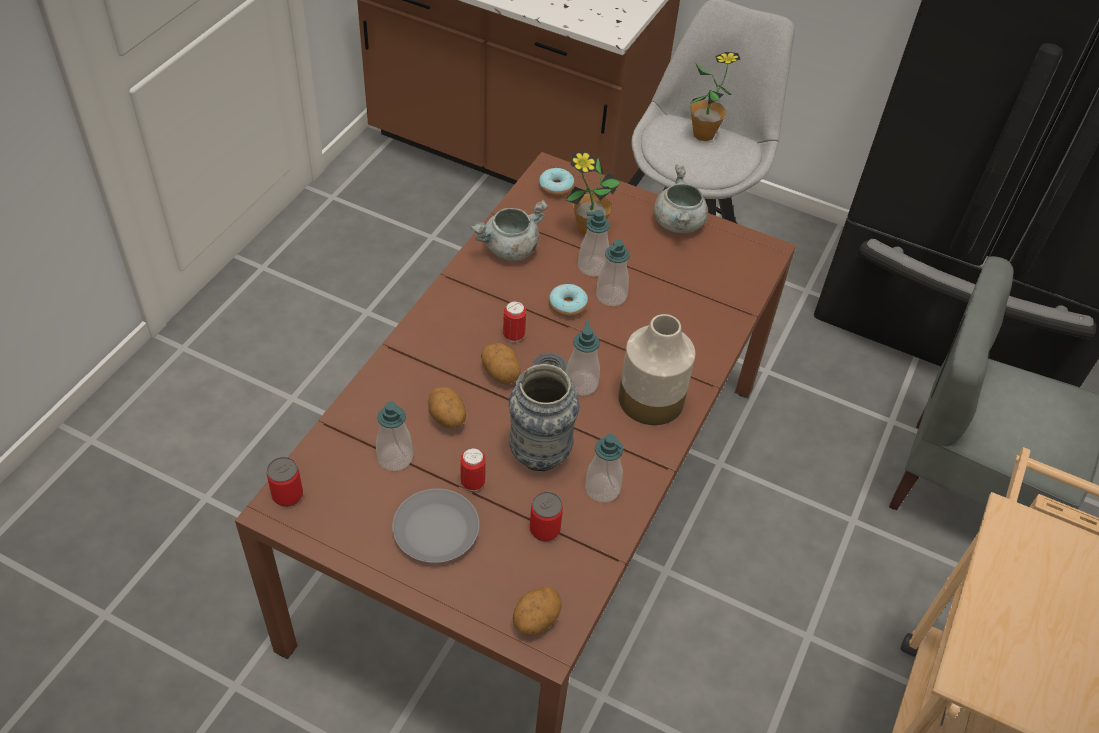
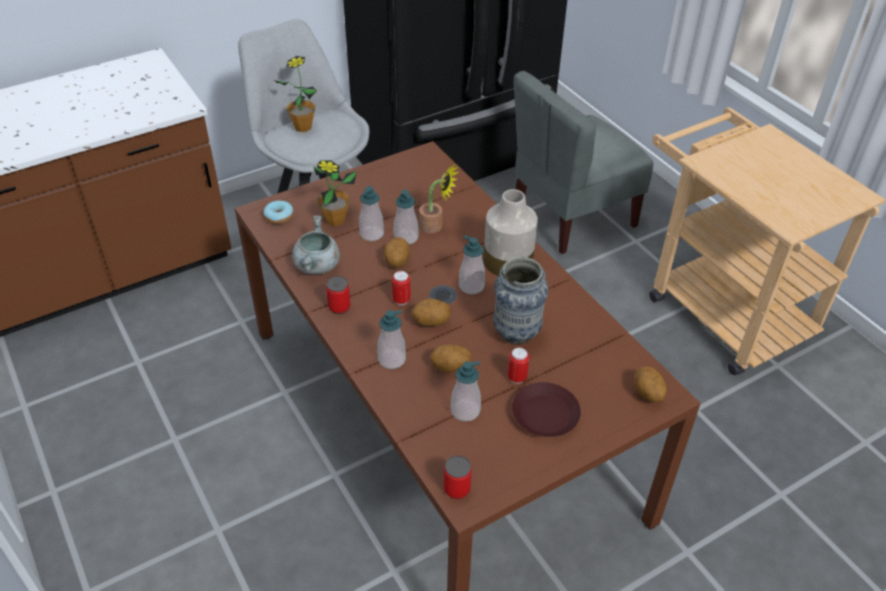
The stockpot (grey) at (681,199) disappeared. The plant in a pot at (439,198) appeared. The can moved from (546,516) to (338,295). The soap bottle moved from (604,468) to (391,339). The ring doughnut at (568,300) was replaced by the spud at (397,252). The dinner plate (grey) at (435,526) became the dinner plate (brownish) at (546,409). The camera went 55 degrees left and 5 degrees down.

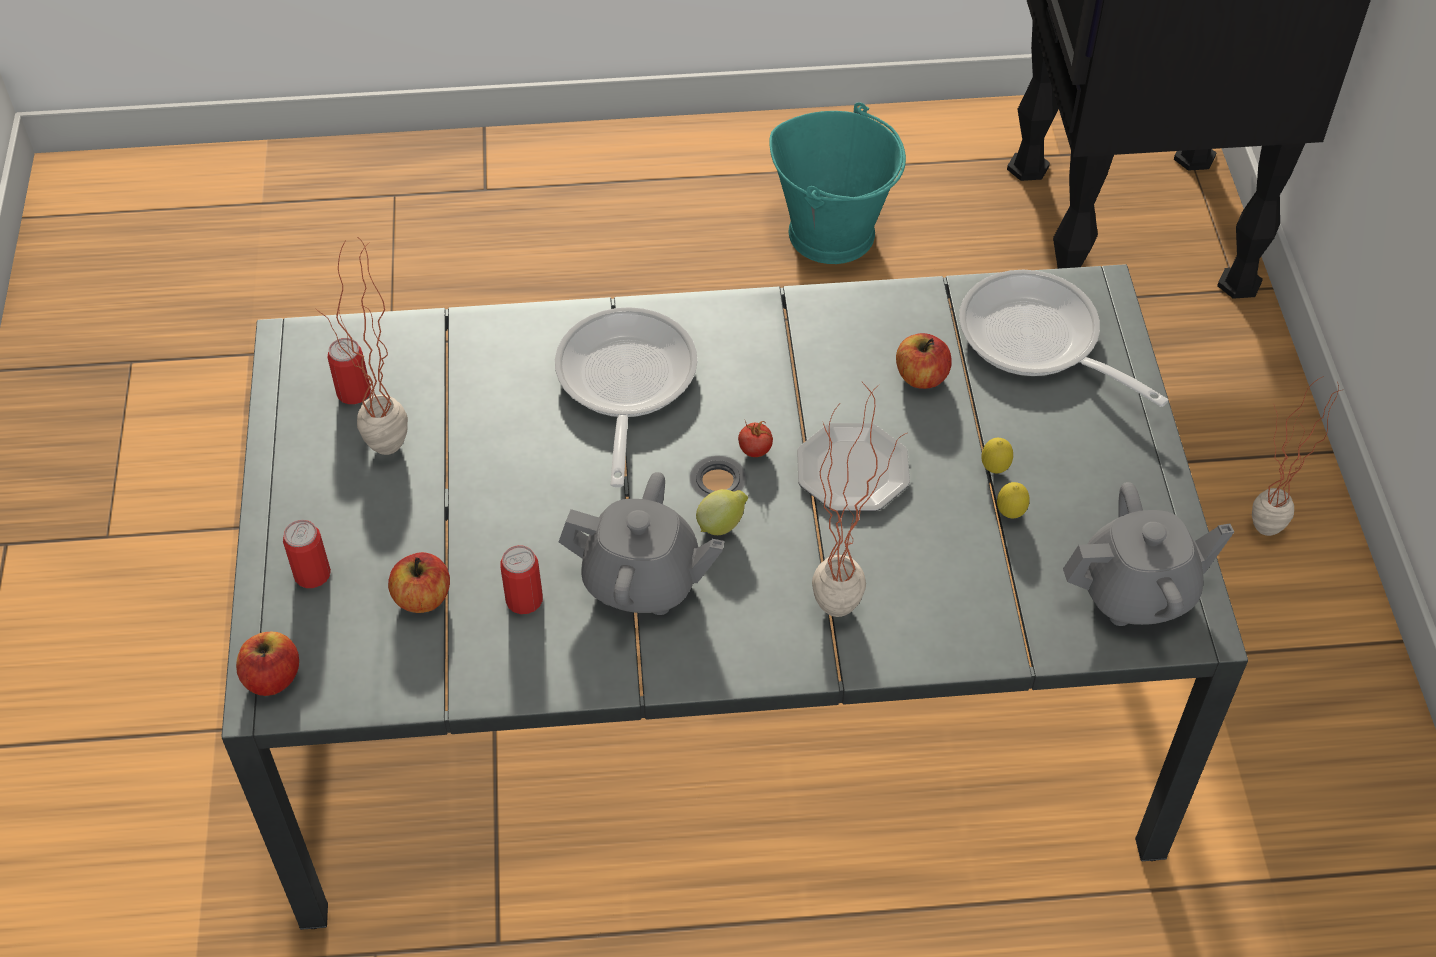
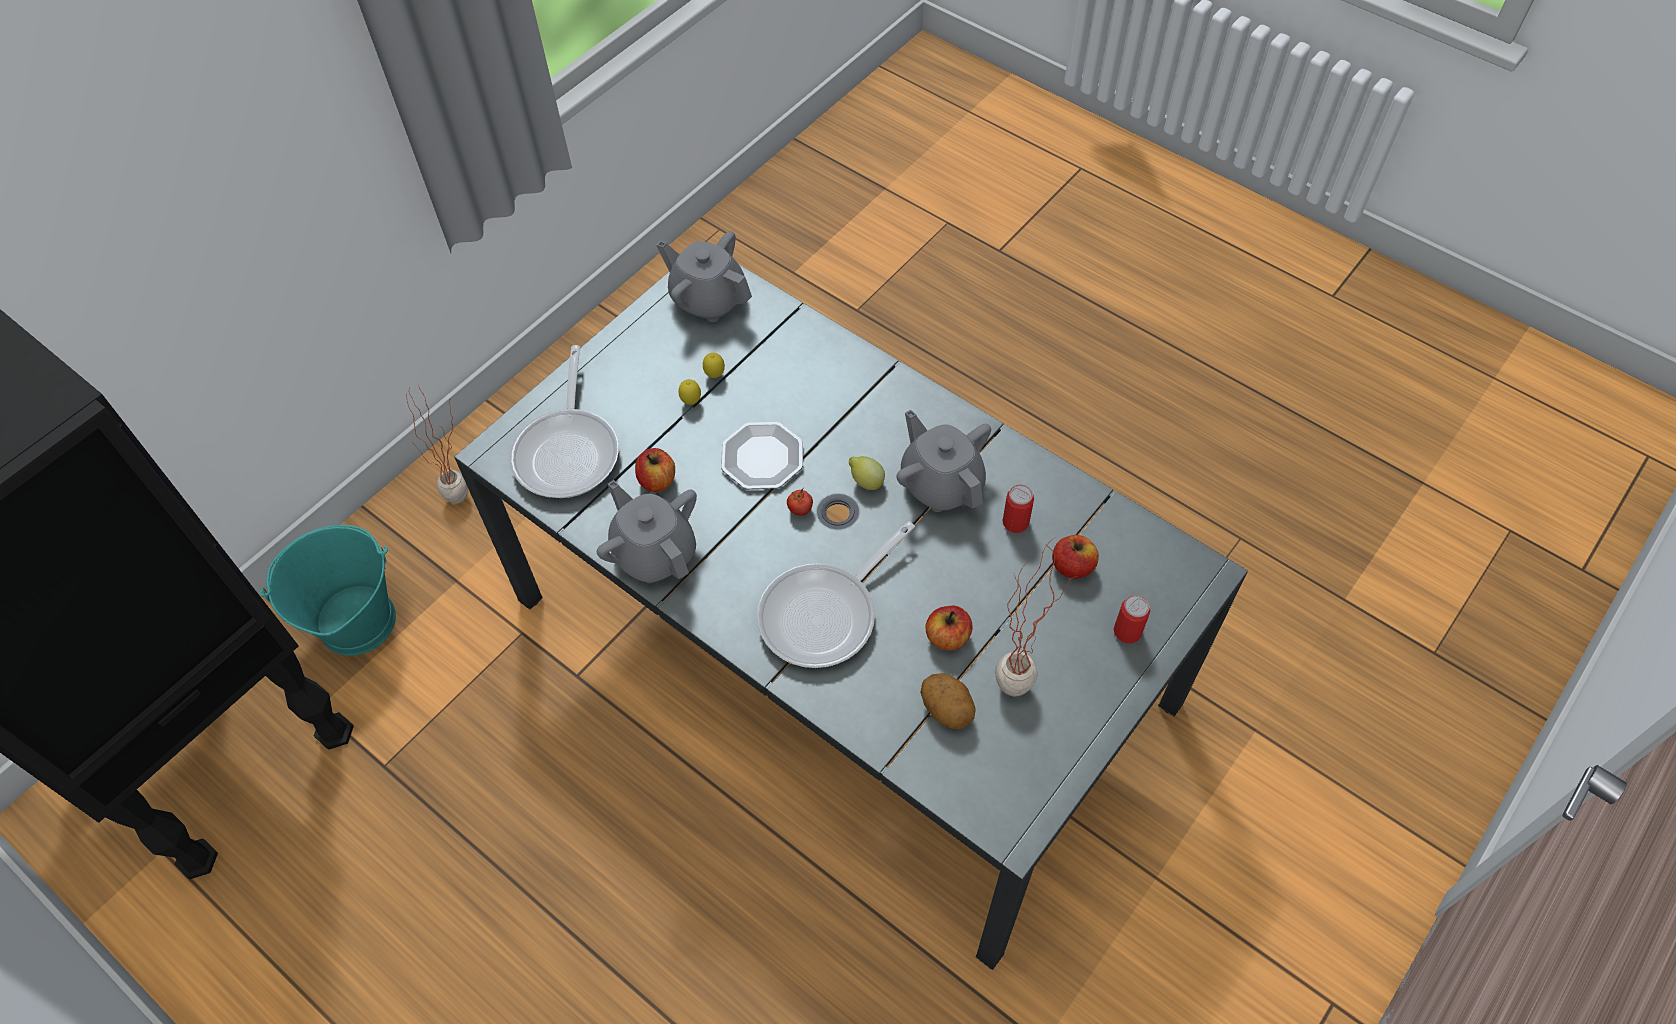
The can at (349,371) disappeared. The plant in a pot at (859,499) disappeared. The pot for tea (grey) at (647,531) appeared. The spud at (948,701) appeared. The whole apple moved from (267,664) to (948,628). The bucket (turquoise) moved from (837,183) to (328,590). The camera went 135 degrees left and 5 degrees up.

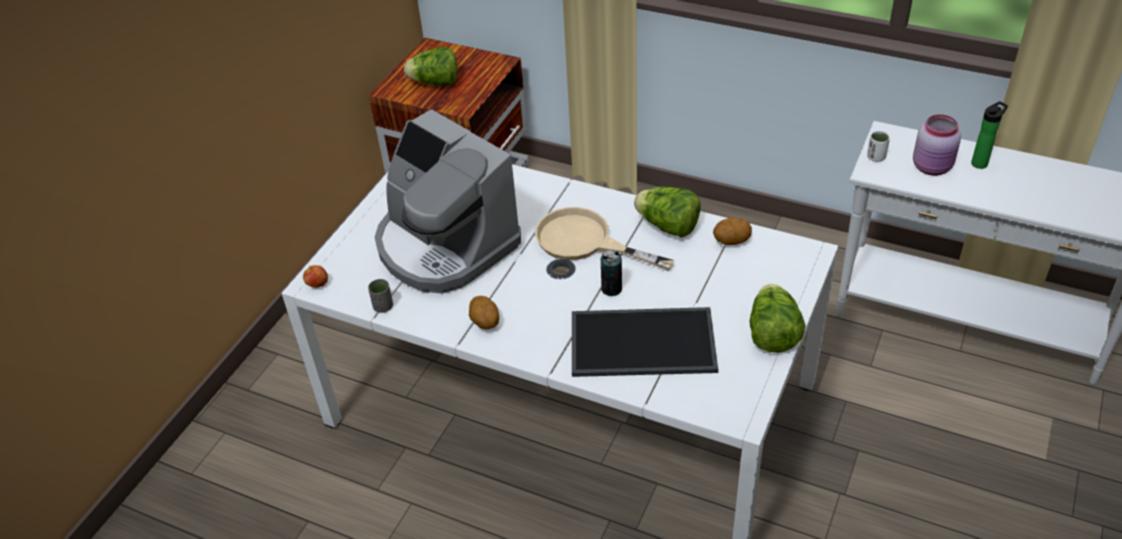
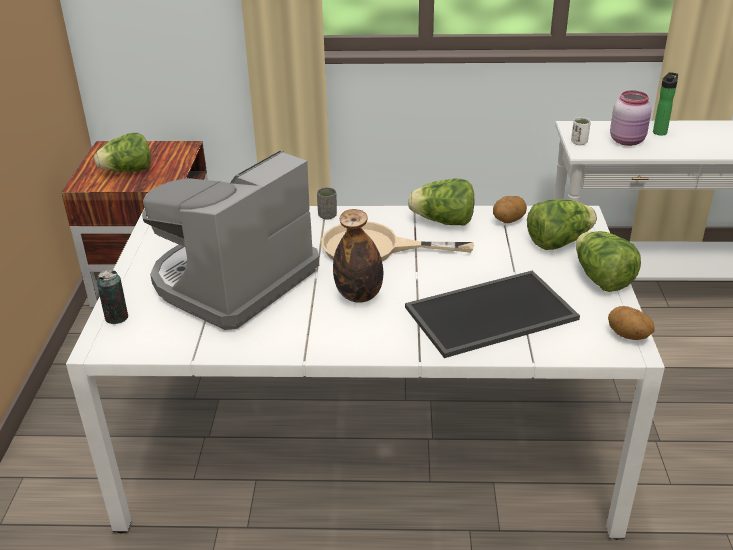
The whole apple at (315,276) disappeared. The bottle at (358,256) appeared. The lettuce at (562,224) appeared. The small cup (grey) moved from (380,296) to (327,203). The spud moved from (484,312) to (631,323). The can moved from (611,272) to (112,297). The coffee machine at (448,201) turned 105 degrees clockwise. The camera went 25 degrees left and 10 degrees down.

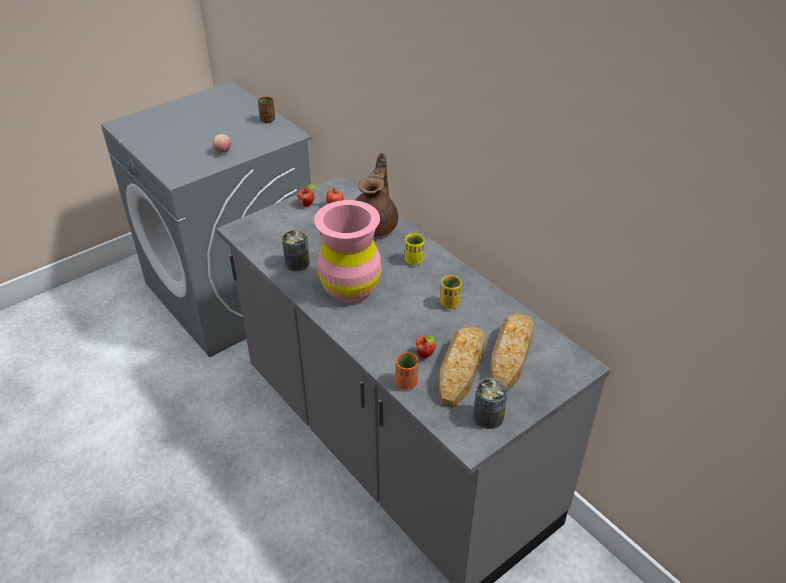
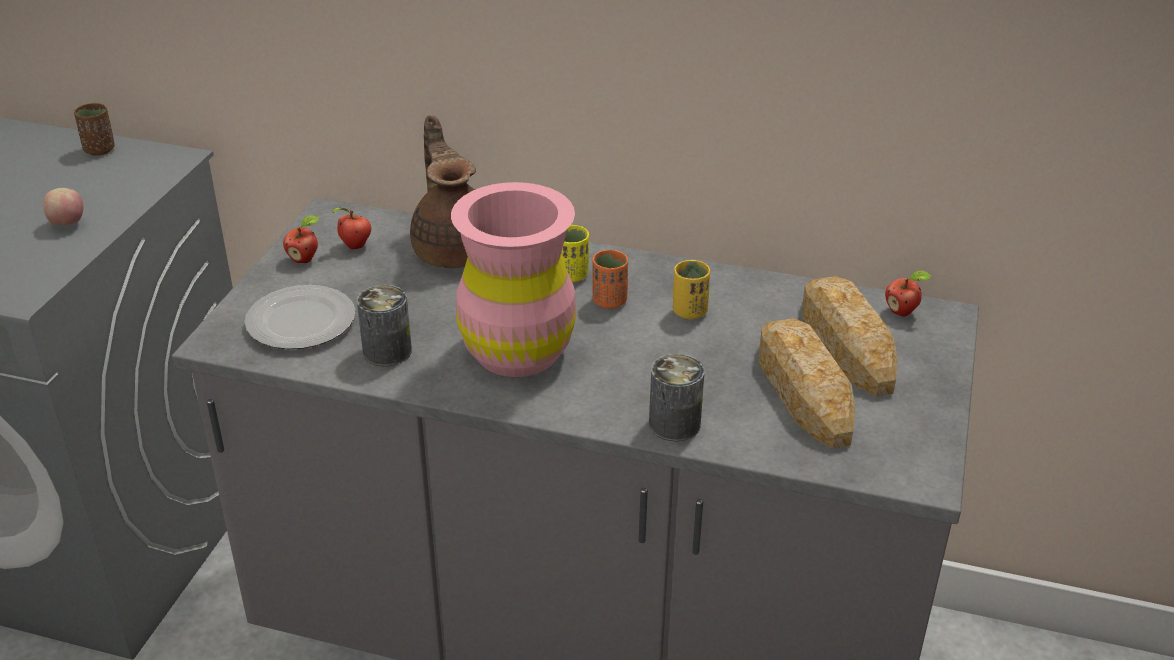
The dinner plate at (299,317) appeared. The small cup (orangey) moved from (407,371) to (610,279). The whole apple moved from (425,346) to (908,293). The can moved from (490,403) to (677,397). The camera went 35 degrees left and 5 degrees down.

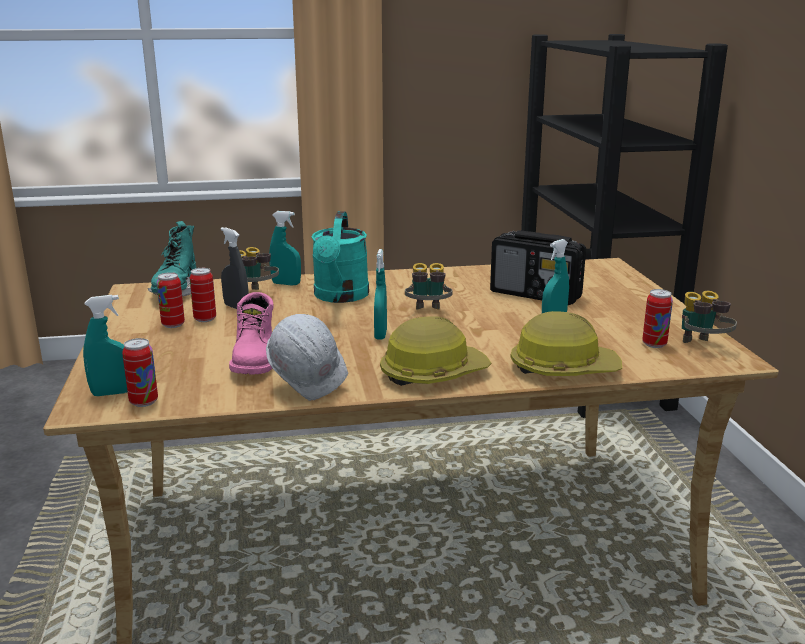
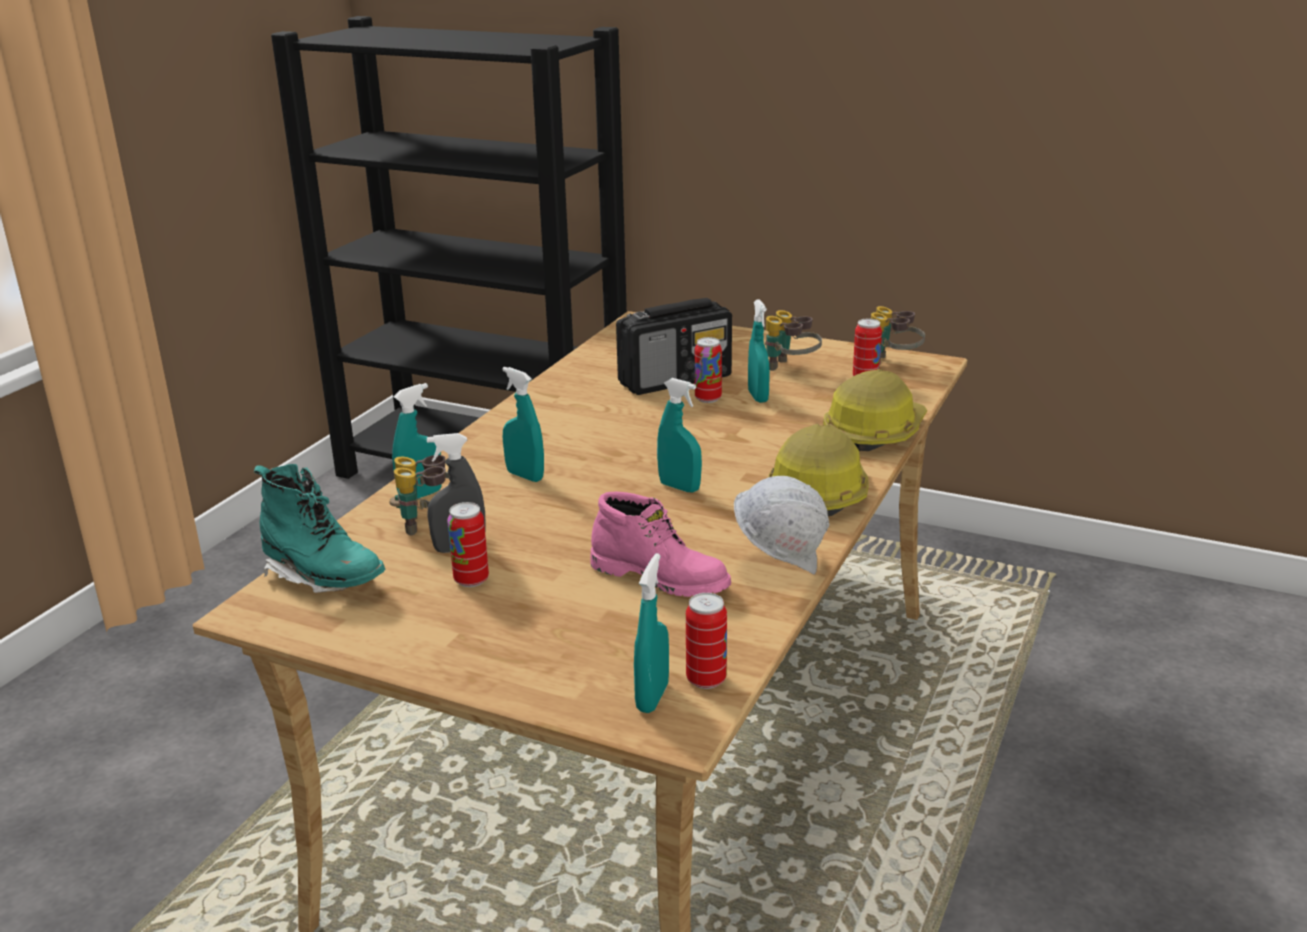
The can moved from (171,300) to (708,370). The binoculars moved from (429,286) to (793,340). The watering can (turquoise) at (340,257) was replaced by the sprayer (turquoise) at (523,424). The camera went 55 degrees left and 5 degrees up.

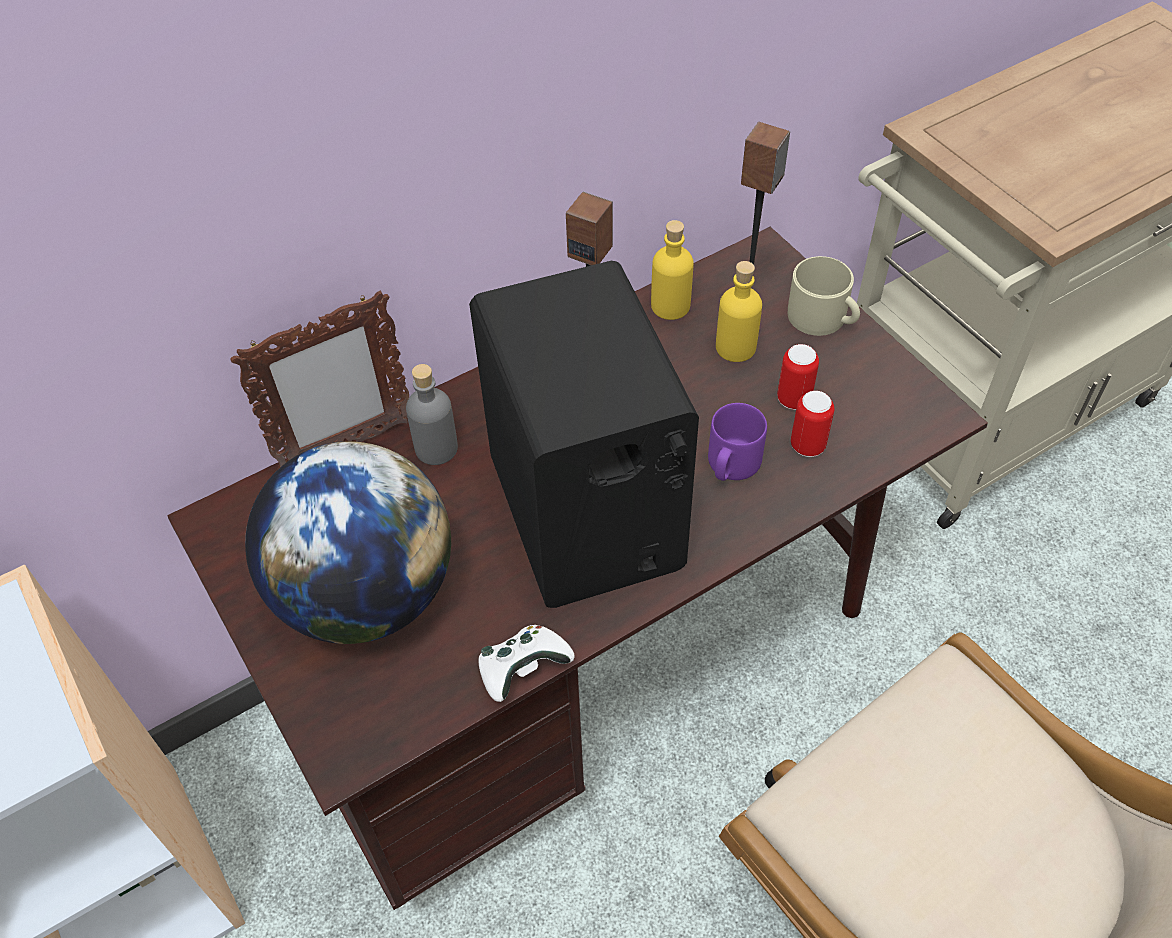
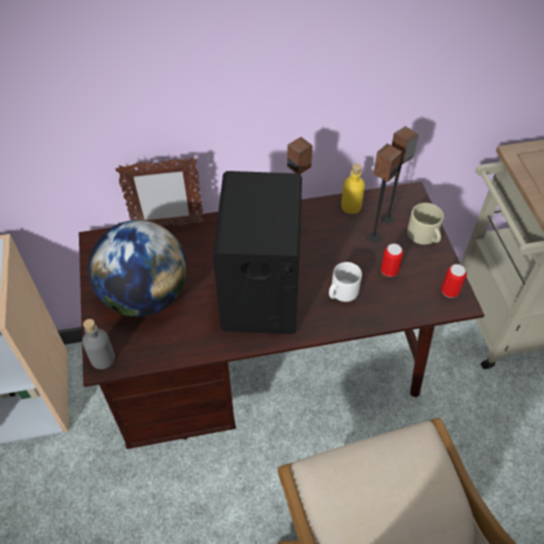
The gamepad (white-coloured) at (526,663) disappeared. The bottle (grey) moved from (432,414) to (98,344). The can moved from (812,424) to (454,281). The bottle (yellow-coloured) at (739,311) was replaced by the audio speaker at (384,193). The tea mug (purplish) at (737,442) became the tea mug (white-coloured) at (345,282). The camera went 20 degrees right and 0 degrees up.

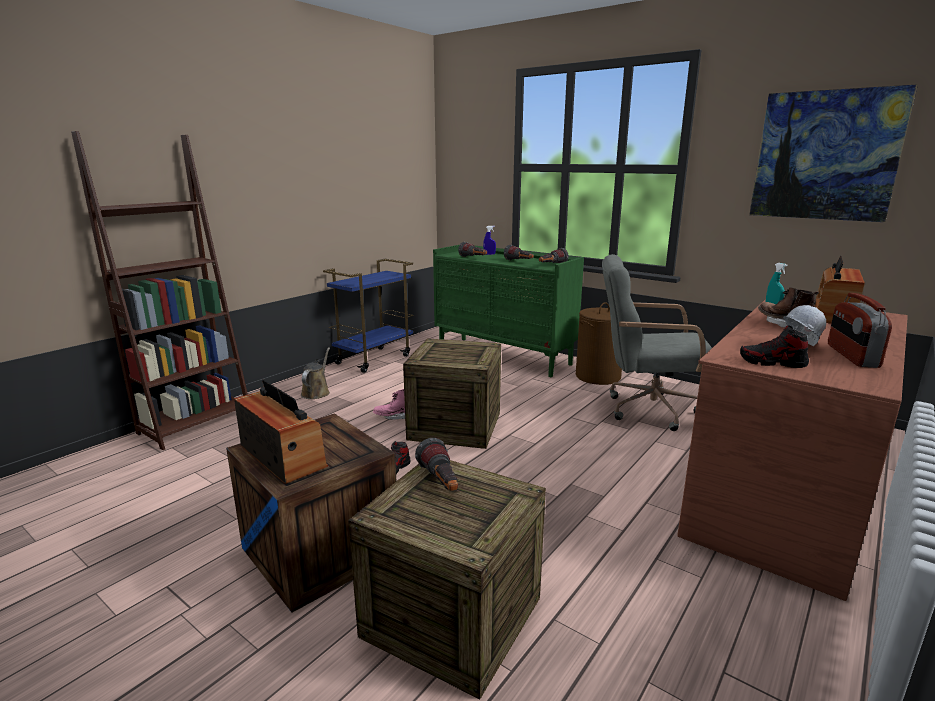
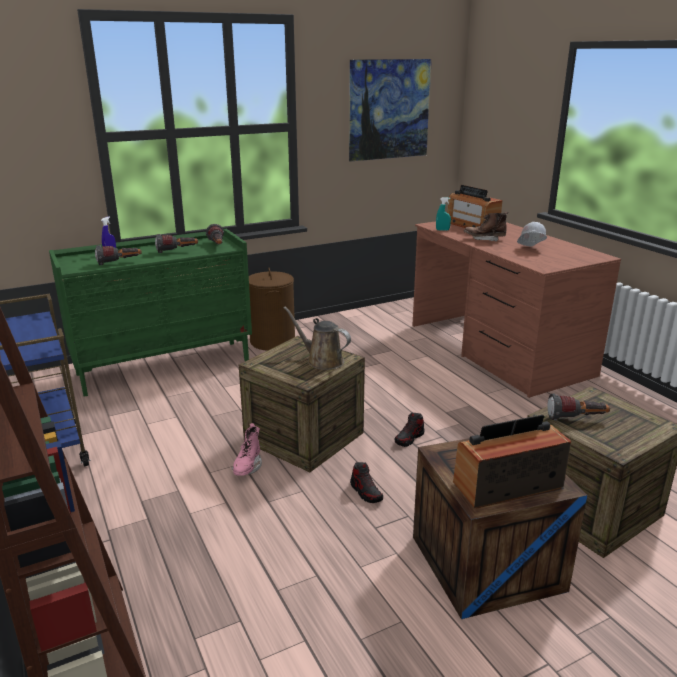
The computer chair (grey) at (657,342) disappeared. The radio receiver at (860,330) disappeared. The watering can (brownish) moved from (315,373) to (317,338). The shoe moved from (774,346) to (409,429). The camera went 65 degrees left and 5 degrees up.

